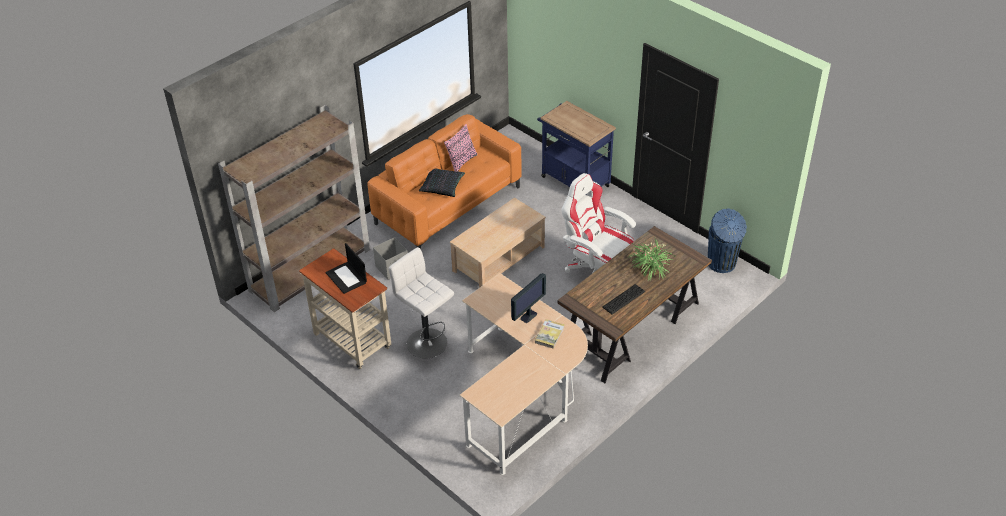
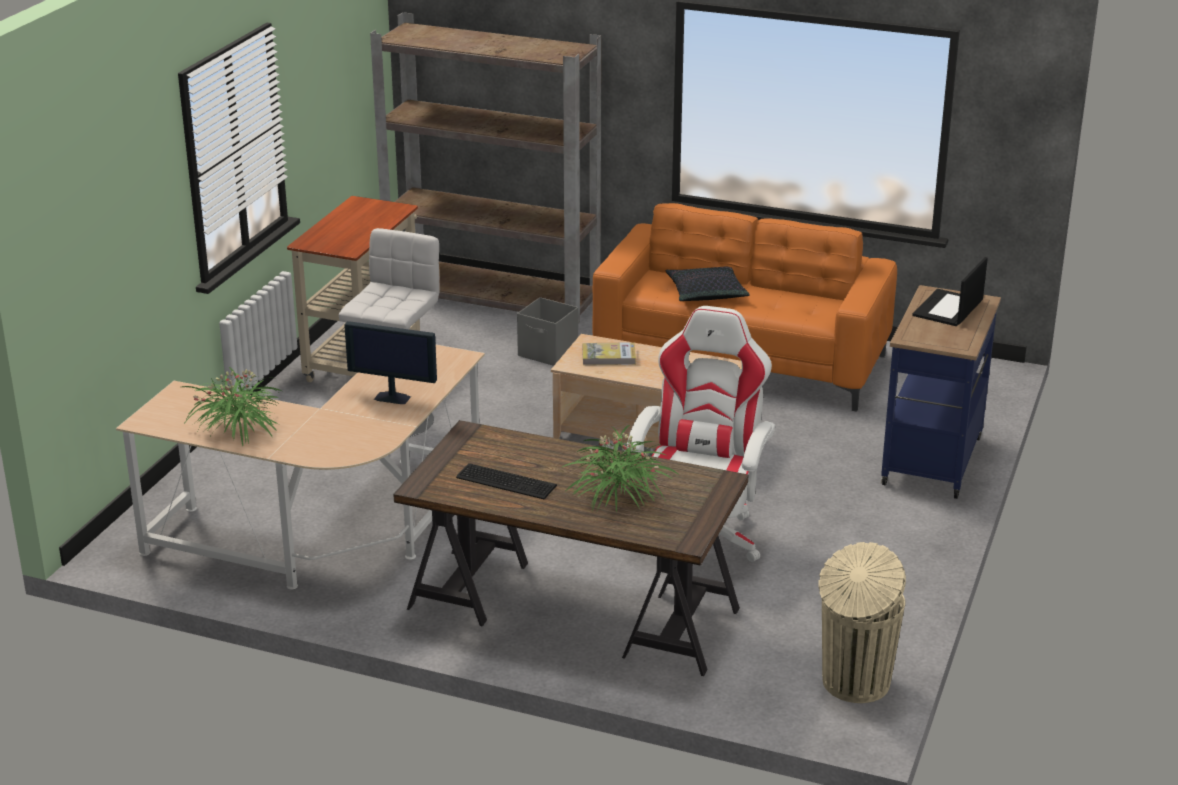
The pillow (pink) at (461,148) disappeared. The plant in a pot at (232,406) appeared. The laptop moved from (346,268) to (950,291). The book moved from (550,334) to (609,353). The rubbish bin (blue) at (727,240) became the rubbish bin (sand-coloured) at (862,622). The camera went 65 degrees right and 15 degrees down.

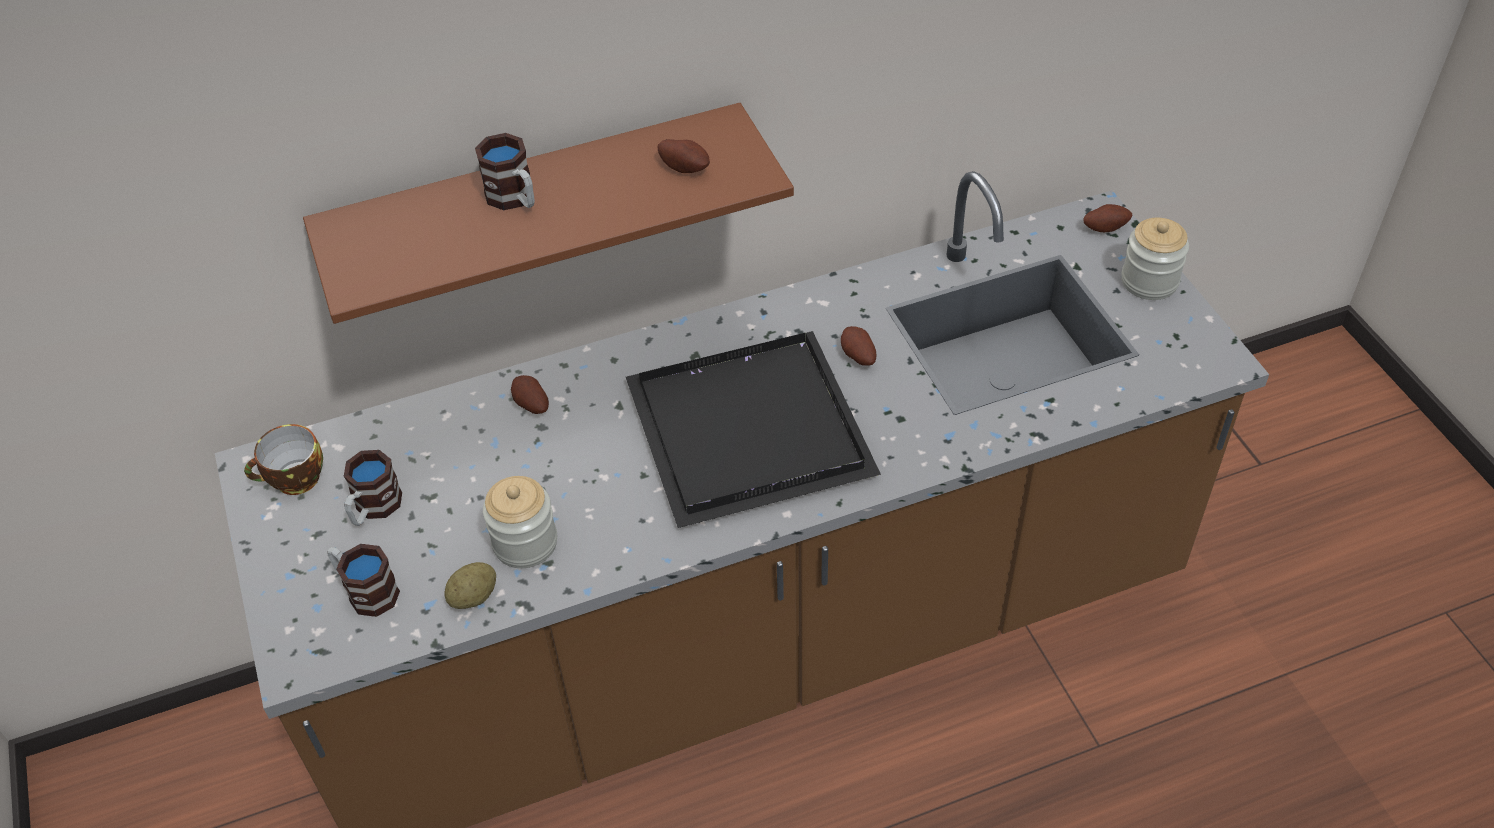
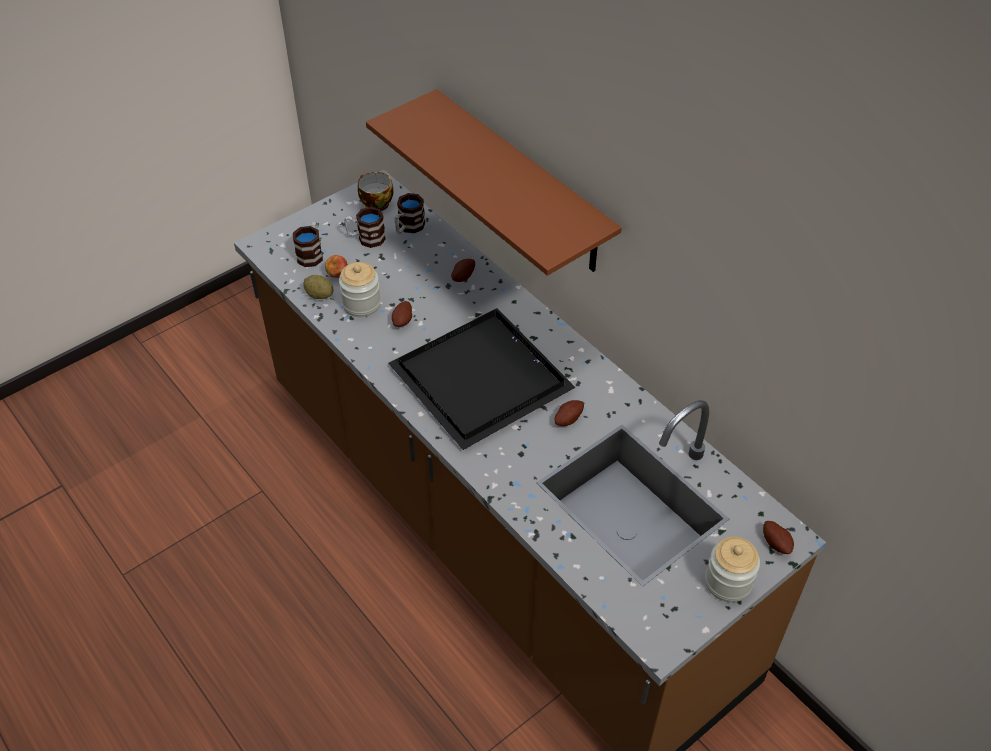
The whole apple at (336,266) appeared. The tea mug moved from (505,171) to (410,213). The spud moved from (684,156) to (402,314). The camera went 70 degrees right and 0 degrees up.

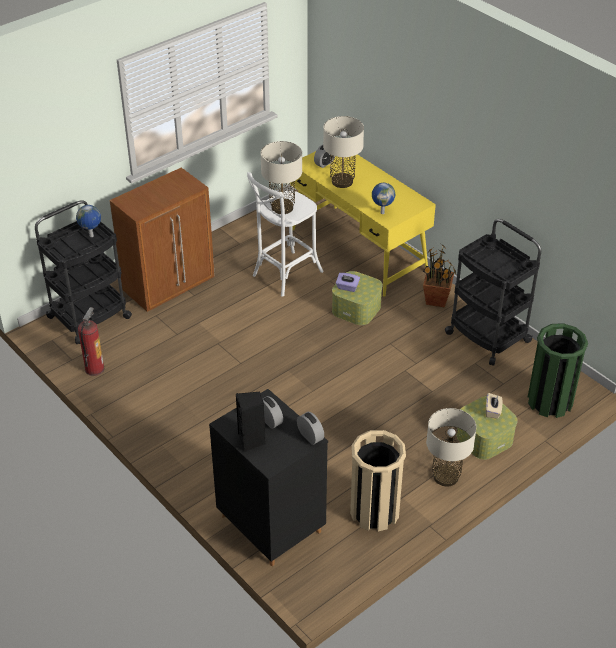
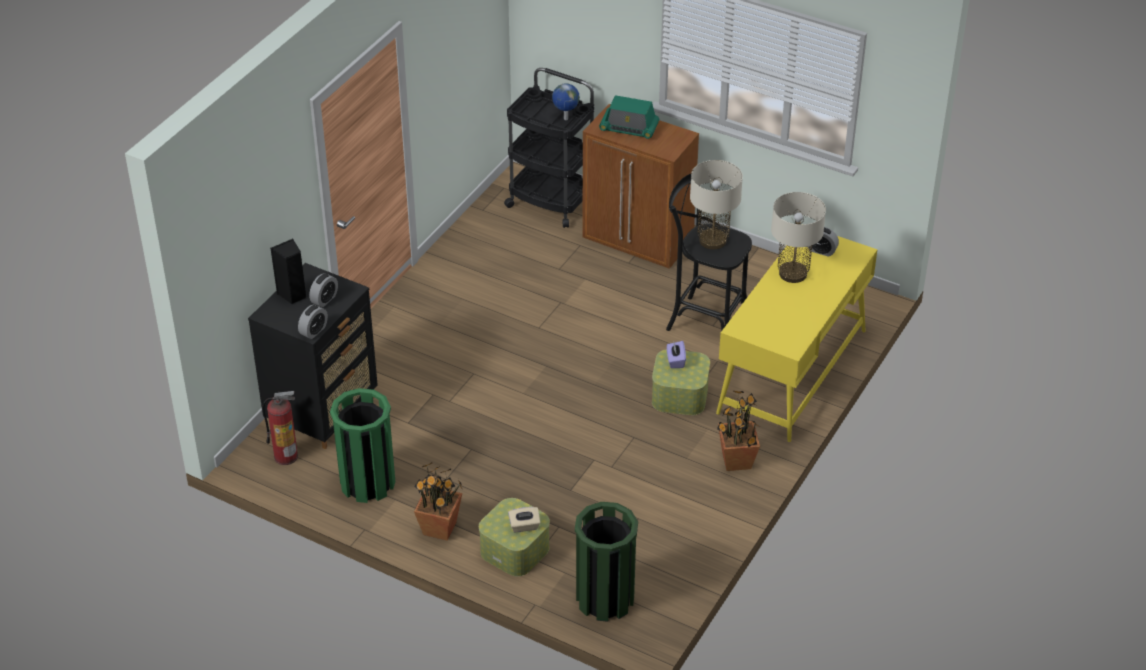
The globe at (383,198) disappeared. The cart (black) at (493,292) disappeared. The radio receiver at (629,117) appeared. The extinguisher moved from (91,341) to (280,428). The table lamp at (451,447) was replaced by the plant in a pot at (438,501). The sitting stool (white-coloured) at (285,234) became the sitting stool (black) at (709,252). The rubbish bin (sand-coloured) at (378,481) became the rubbish bin (green) at (362,445). The camera went 70 degrees right and 0 degrees up.

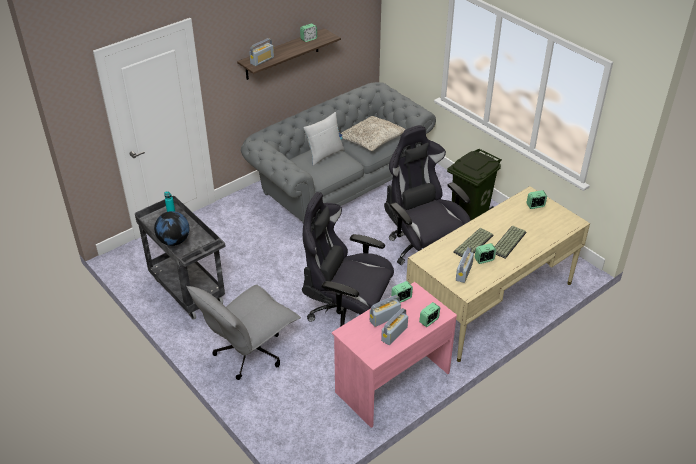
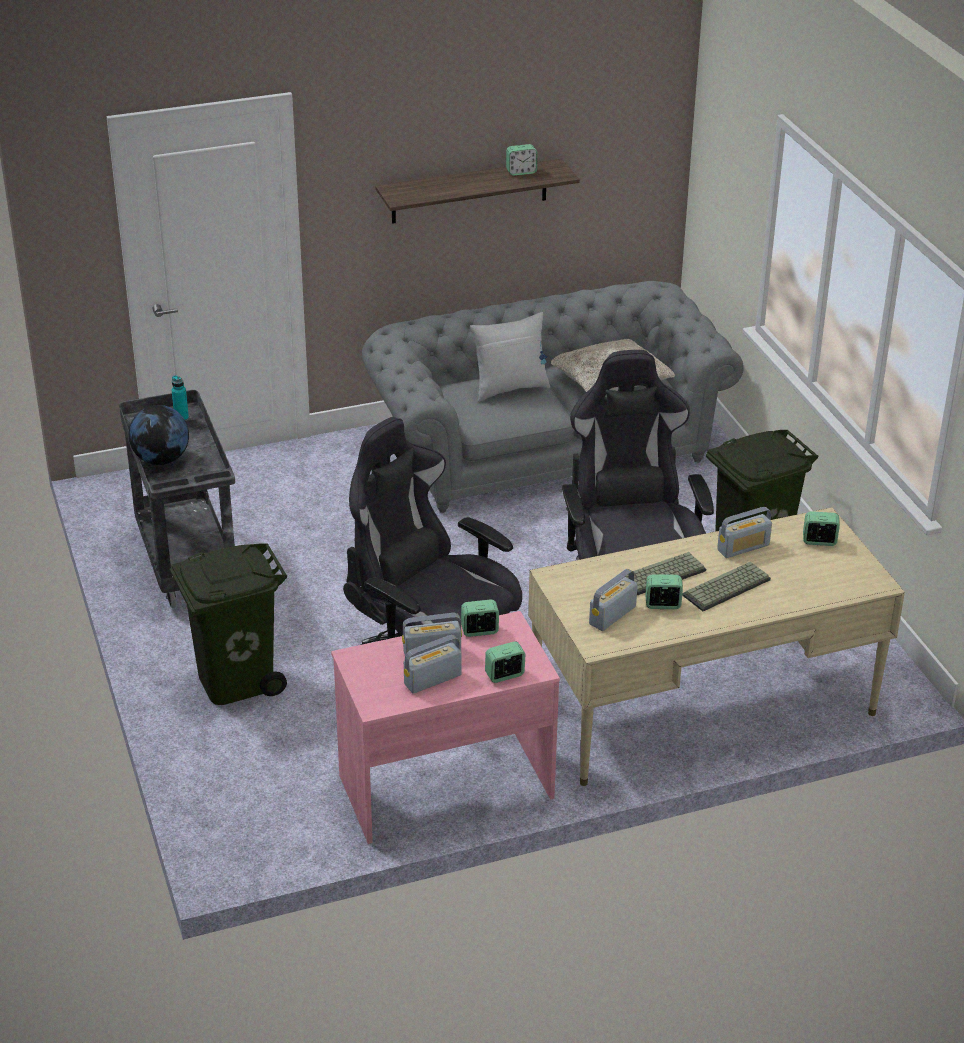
The radio receiver moved from (261,52) to (744,532). The computer chair (grey) at (243,332) was replaced by the rubbish bin (green) at (228,624). The camera went 20 degrees right and 5 degrees down.

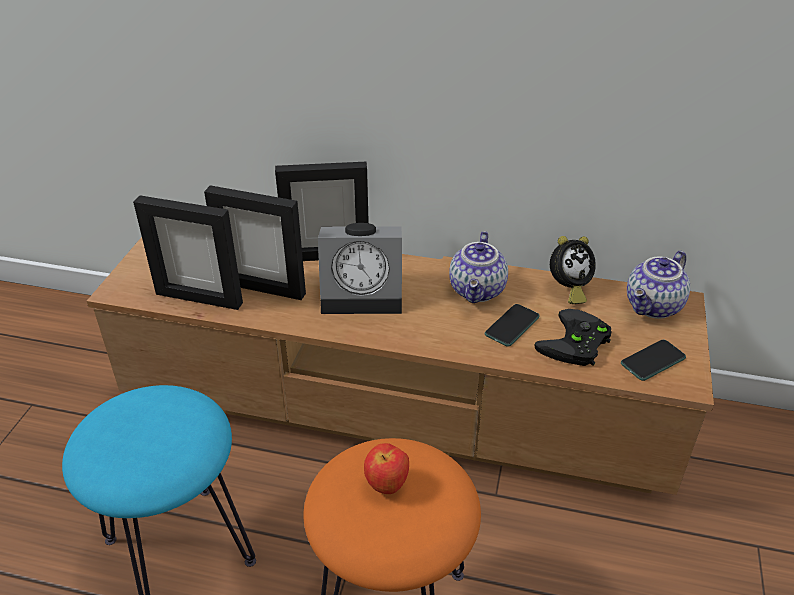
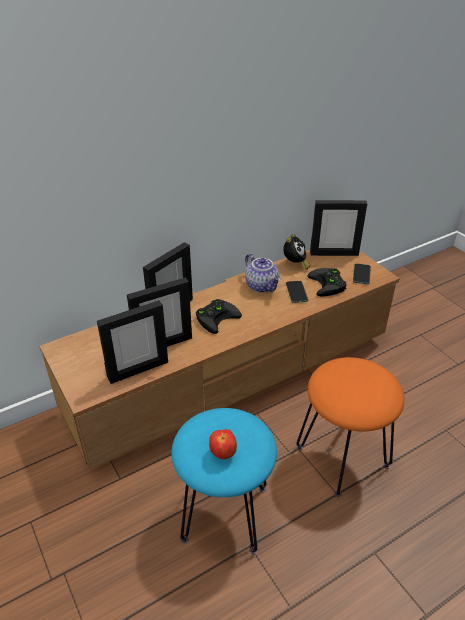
The whole apple moved from (386,468) to (223,444). The bedside clock at (360,268) was replaced by the gamepad (black) at (219,316). The pot for tea at (658,285) was replaced by the picture frame at (338,228). The camera went 45 degrees left and 0 degrees up.

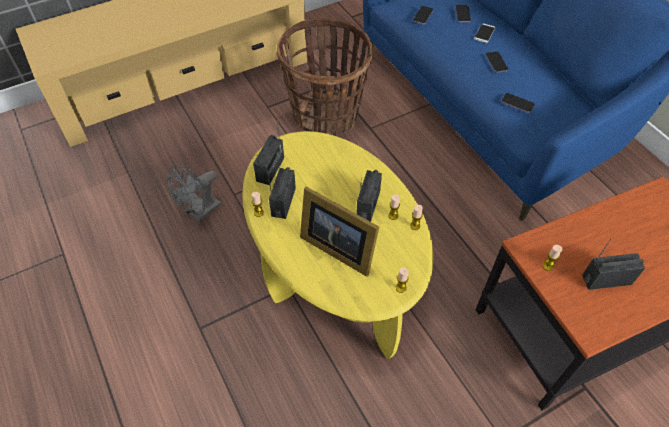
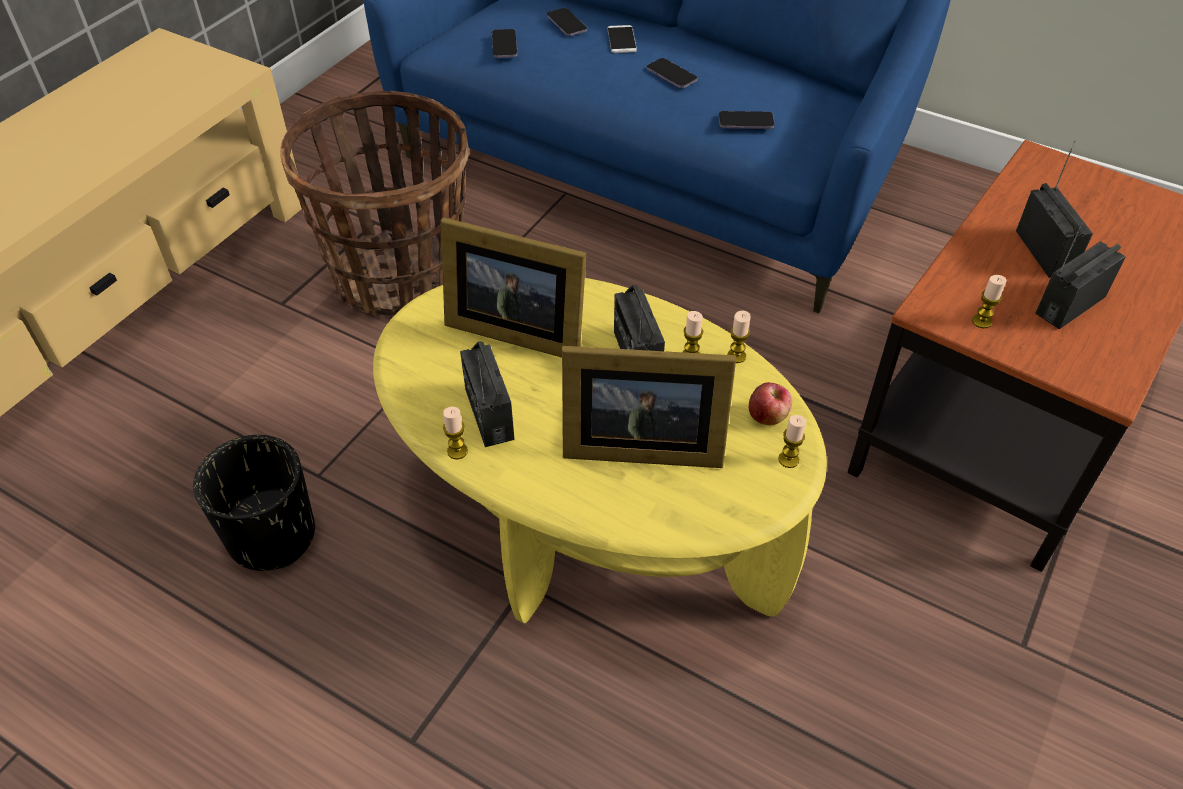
The picture frame at (513,287) appeared. The whole apple at (770,403) appeared. The radio receiver moved from (268,153) to (1054,209). The cooling fan (grey) at (194,194) was replaced by the flower pot (black) at (254,503). The camera went 30 degrees left and 5 degrees down.

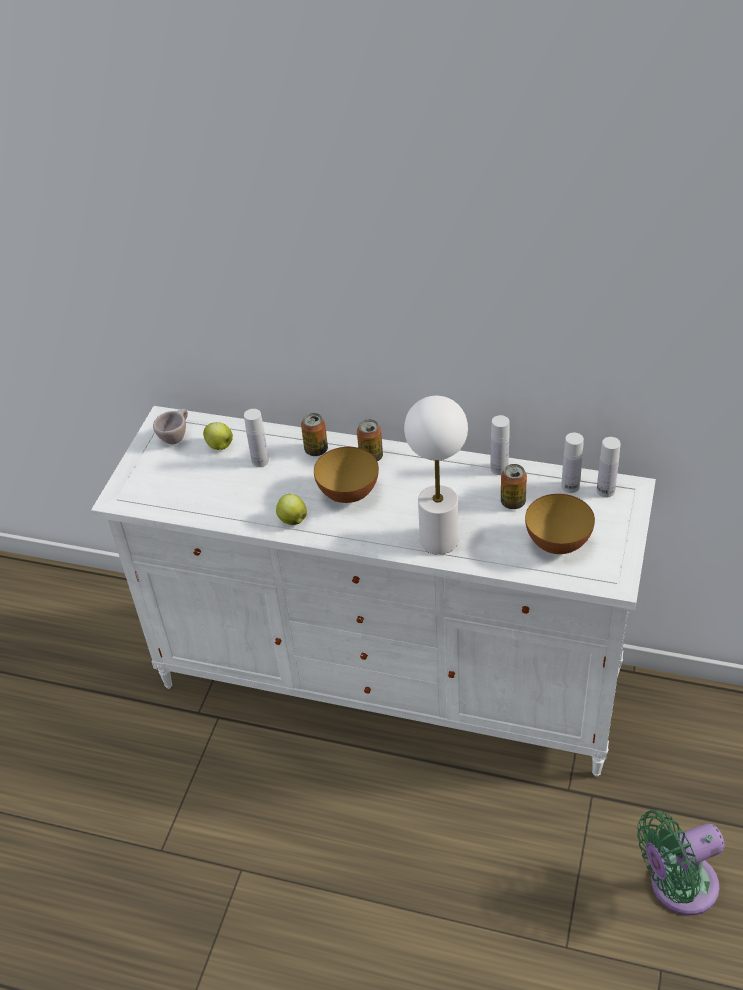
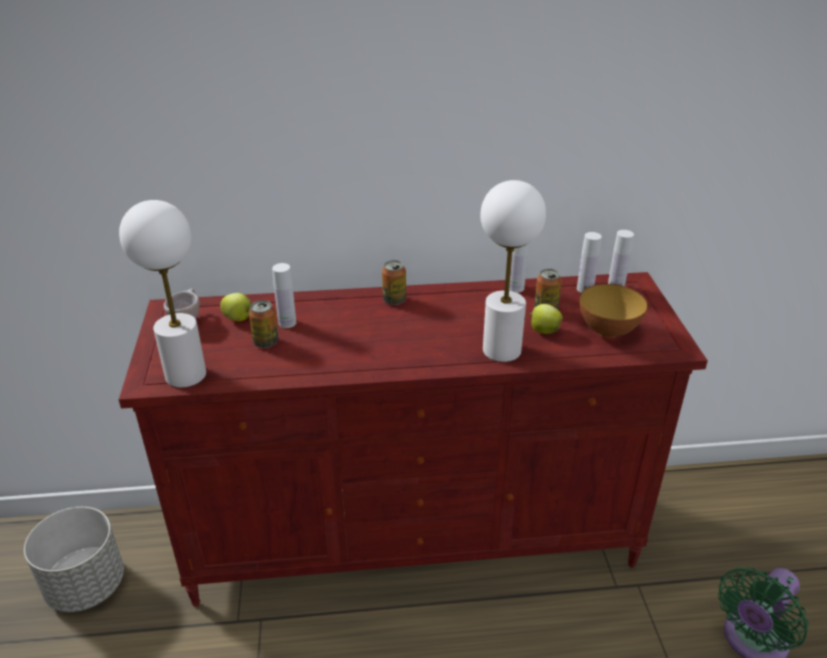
The bowl at (346,475) disappeared. The flower pot (grey) at (74,559) appeared. The table lamp (white-coloured) at (162,294) appeared. The whole apple moved from (291,509) to (546,319). The can moved from (314,434) to (263,324). The dresser (white-coloured) at (373,591) became the dresser (red-coloured) at (413,439). The camera went 25 degrees left and 10 degrees down.

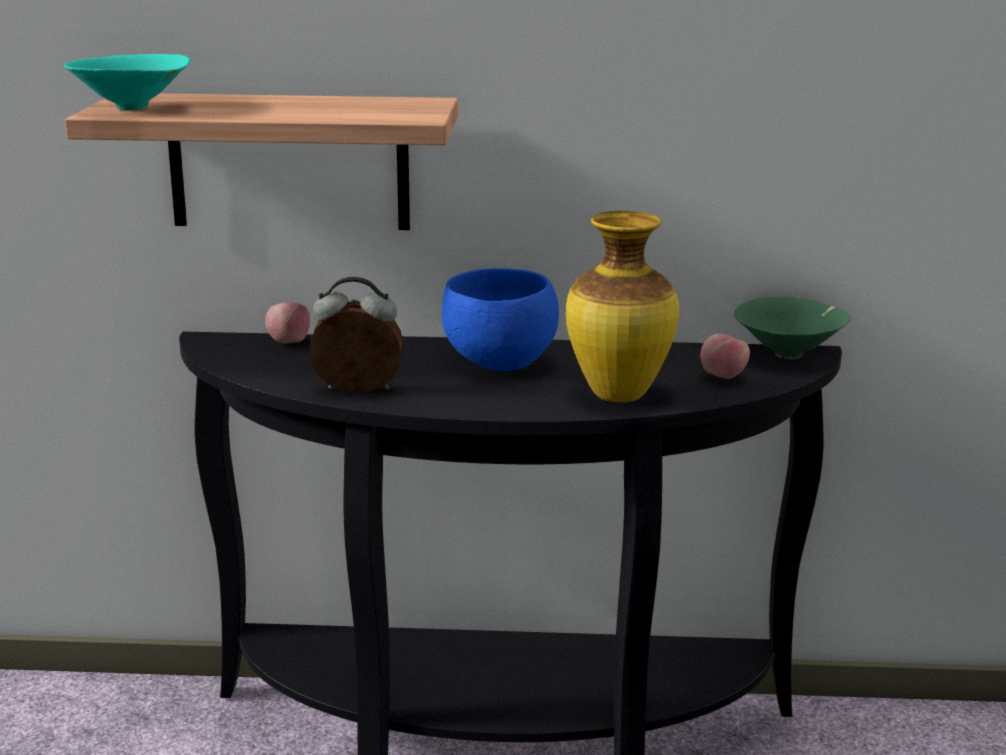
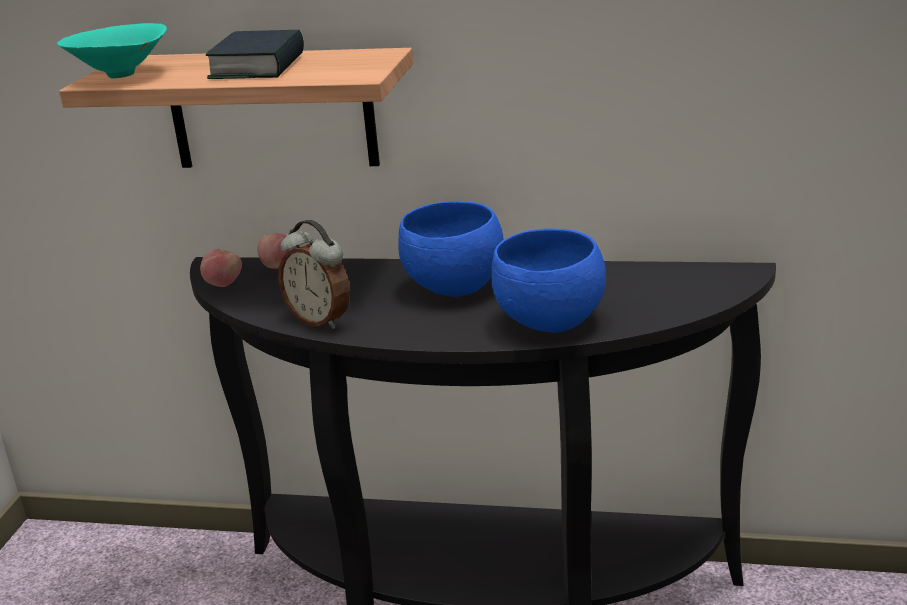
The bowl (green) at (792,327) disappeared. The book at (255,54) appeared. The whole apple moved from (725,356) to (221,268). The flower vase at (622,306) was replaced by the bowl (blue) at (548,280). The bedside clock at (356,335) turned 150 degrees counterclockwise. The camera went 10 degrees right and 5 degrees up.

